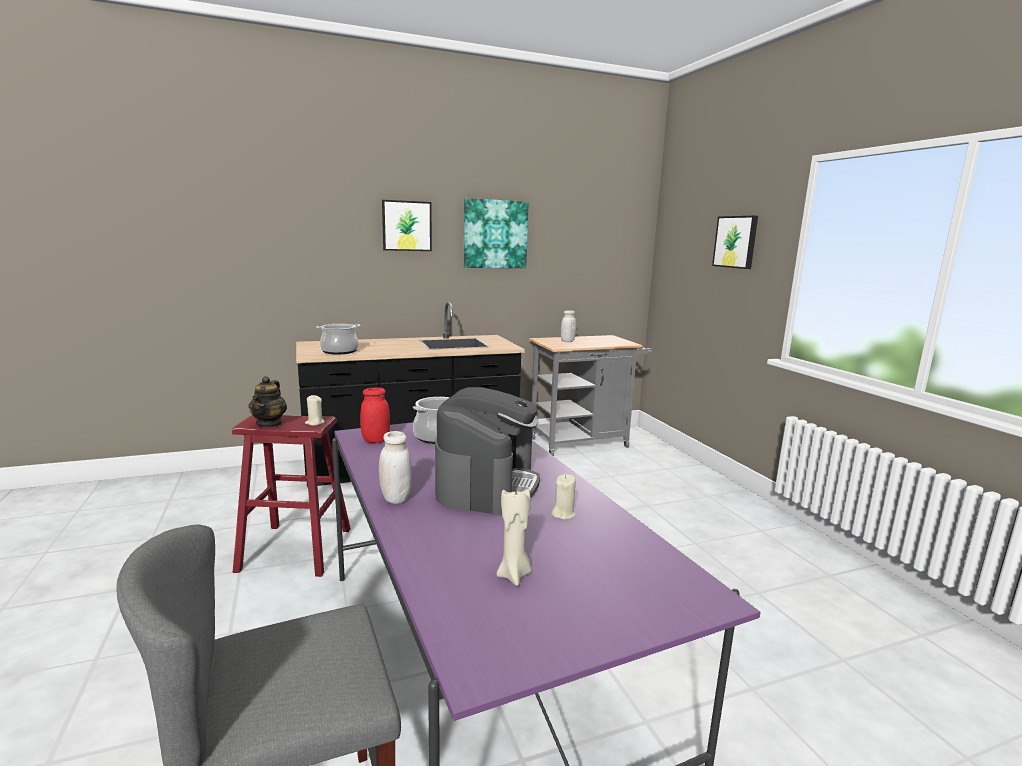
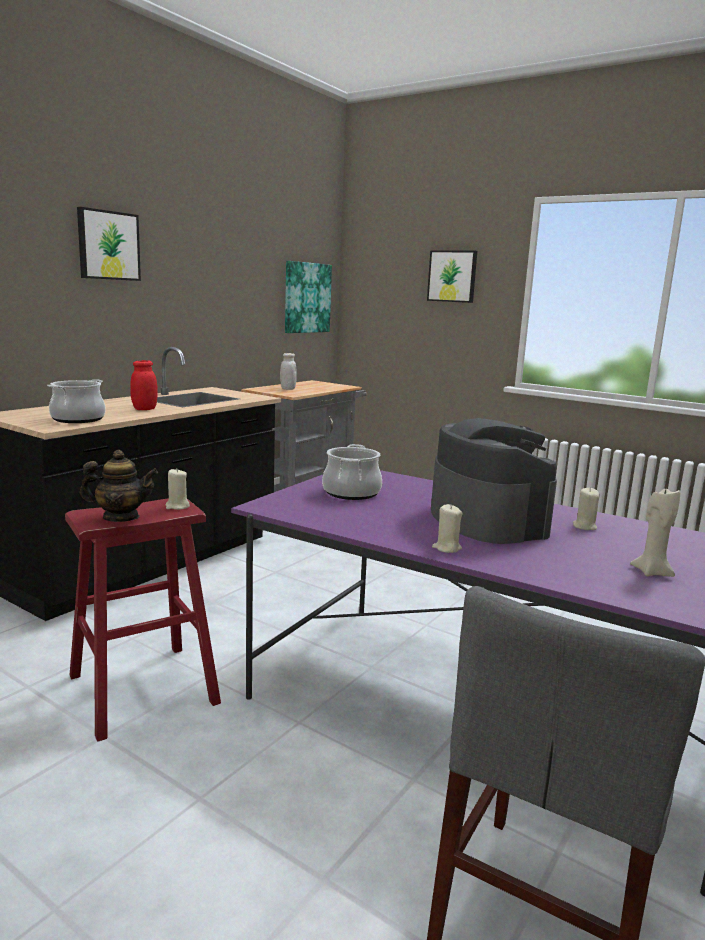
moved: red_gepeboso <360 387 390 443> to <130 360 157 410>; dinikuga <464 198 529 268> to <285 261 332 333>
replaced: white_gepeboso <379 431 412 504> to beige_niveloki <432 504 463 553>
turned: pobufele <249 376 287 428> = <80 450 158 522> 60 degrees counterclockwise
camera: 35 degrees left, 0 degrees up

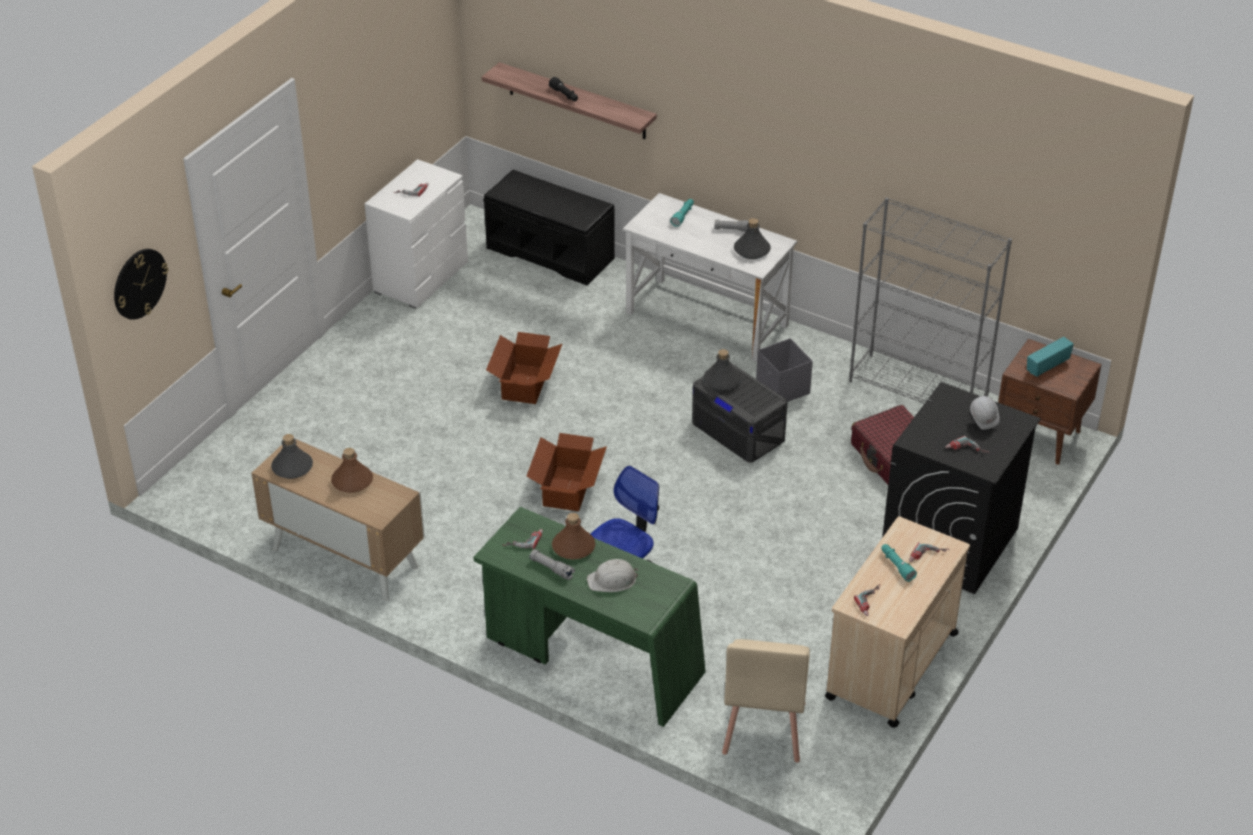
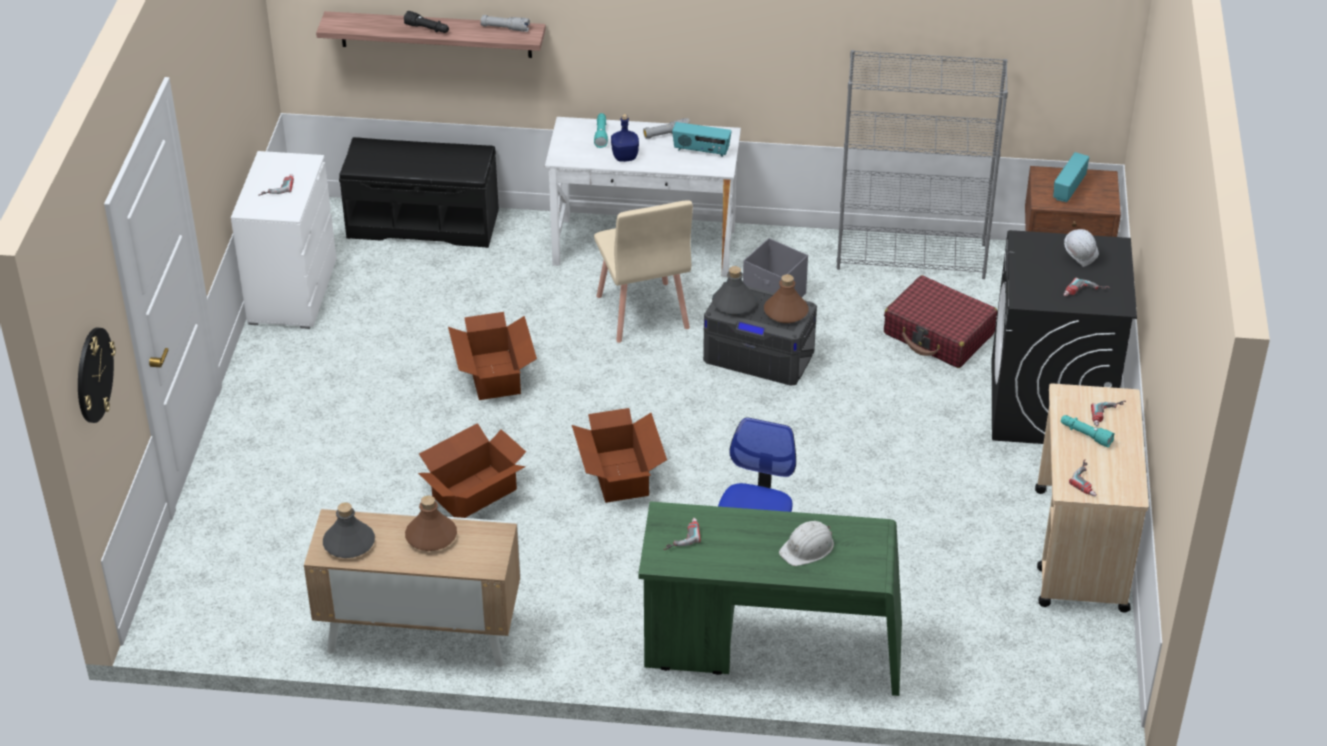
added: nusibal <418 423 526 518>; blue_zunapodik <611 114 639 162>
moved: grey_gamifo <530 549 575 580> to <481 15 530 32>; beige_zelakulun <722 639 810 763> to <594 200 693 343>; brown_zunapodik <552 513 595 559> to <764 274 808 323>
replaced: grey_zunapodik <734 218 771 259> to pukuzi <672 122 732 157>
camera: 25 degrees left, 0 degrees up

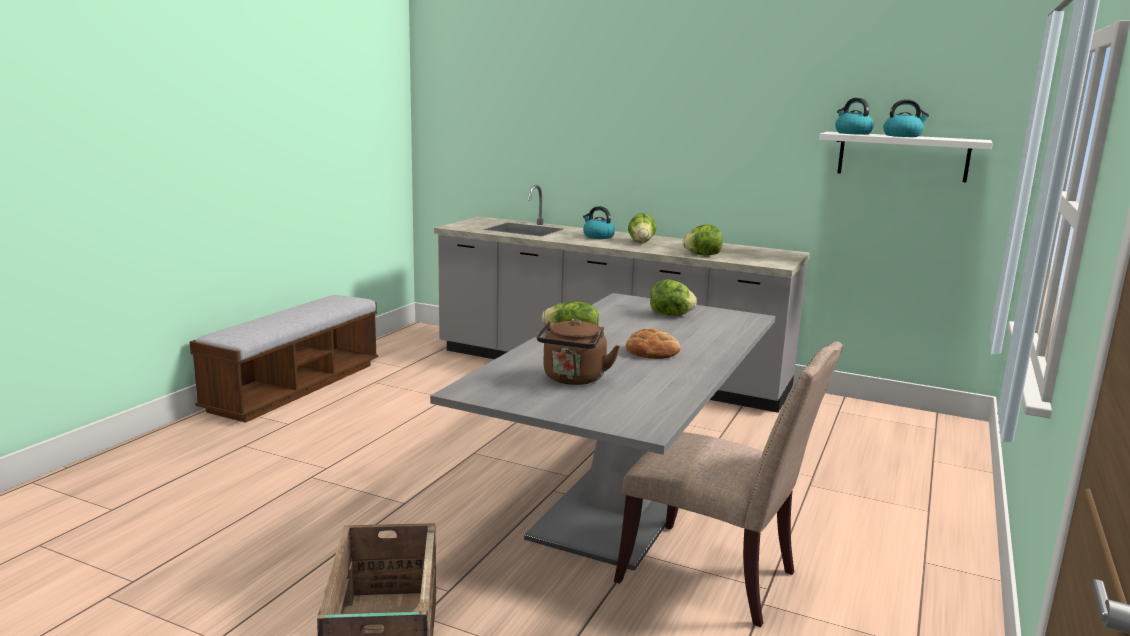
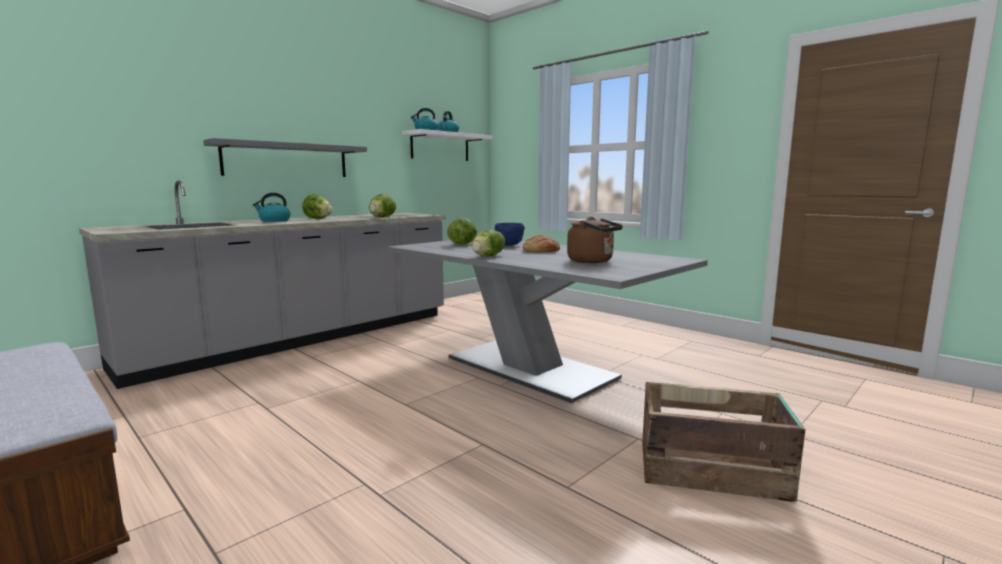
removed: beige_zelakulun <614 342 843 627>
added: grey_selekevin <203 138 367 177>; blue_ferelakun <495 223 525 246>
camera: 70 degrees left, 5 degrees down

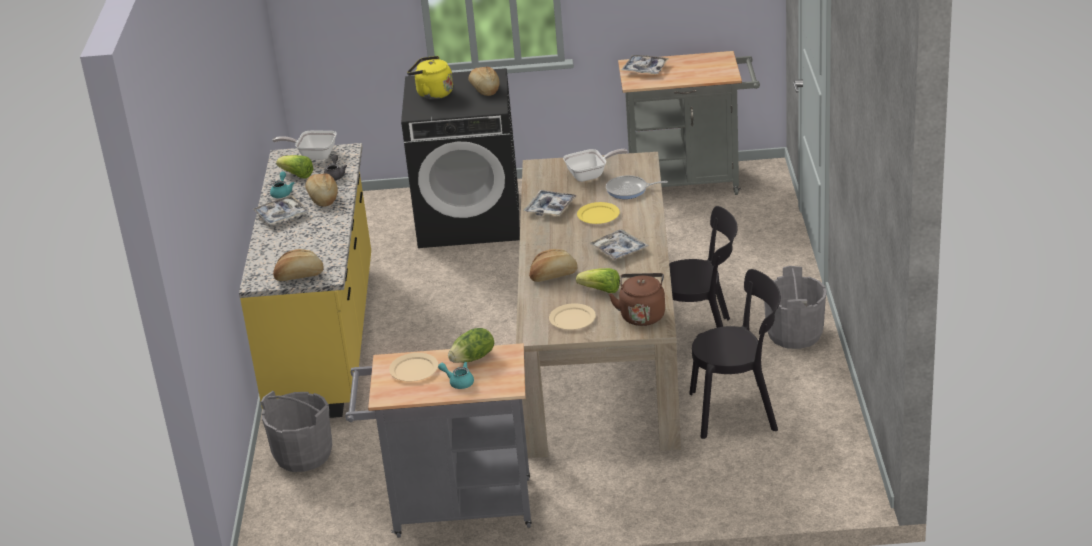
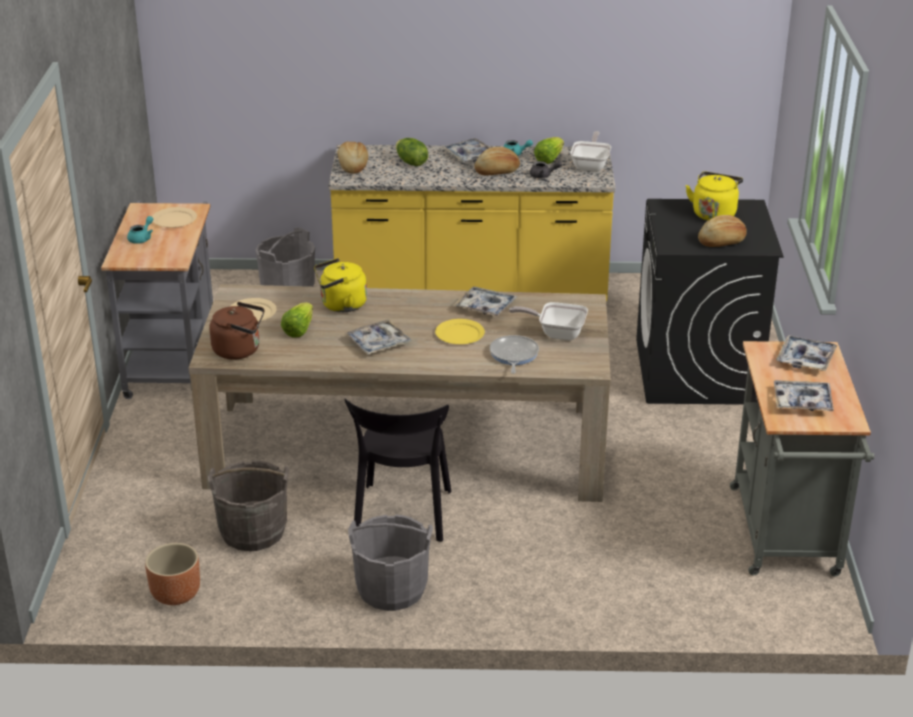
added: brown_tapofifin <145 543 200 605>; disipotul <774 380 834 412>
moved: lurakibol <448 328 494 363> to <396 138 428 166>
replaced: black_zelakulun <689 269 781 439> to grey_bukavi <208 460 289 551>; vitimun <529 249 578 282> to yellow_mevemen <314 258 367 312>
turned: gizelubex <563 149 628 182> = <509 302 588 340> 120 degrees clockwise
camera: 90 degrees right, 0 degrees up

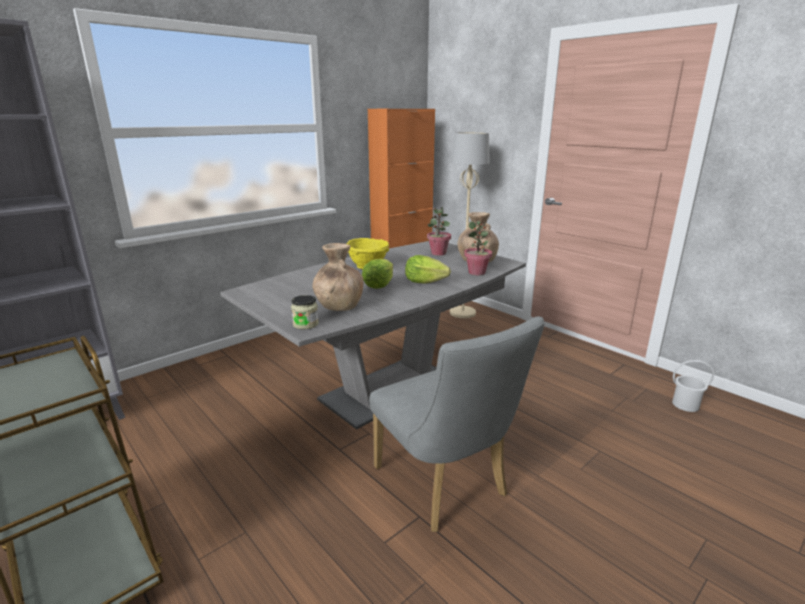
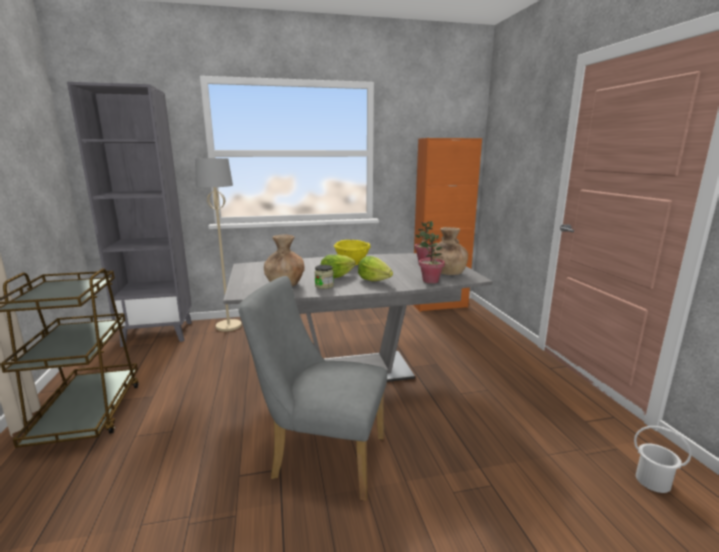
moved: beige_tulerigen <450 132 490 318> to <195 158 242 332>; gepeboso <291 295 319 329> to <314 265 334 289>
turned: grey_zelakulun <369 316 545 532> = <239 276 387 501> 105 degrees clockwise
camera: 30 degrees right, 5 degrees down

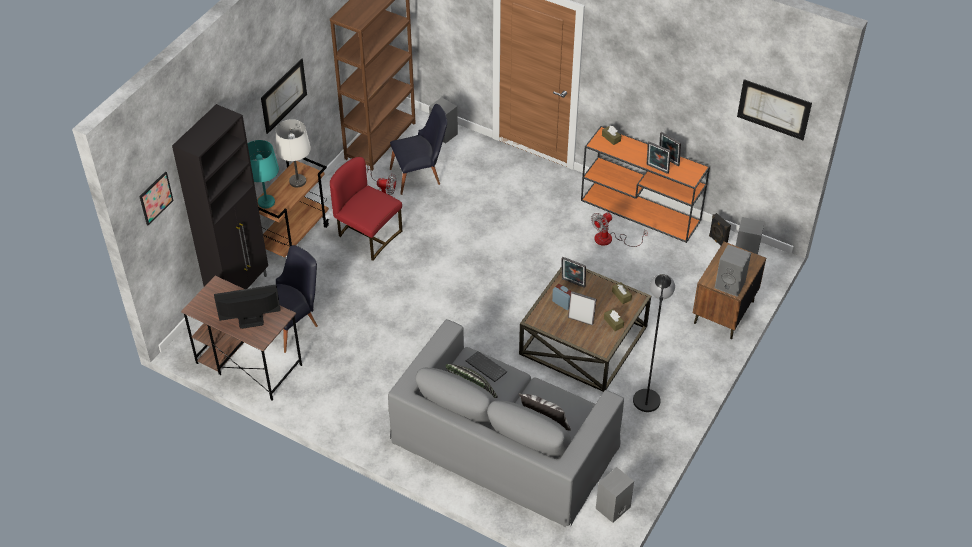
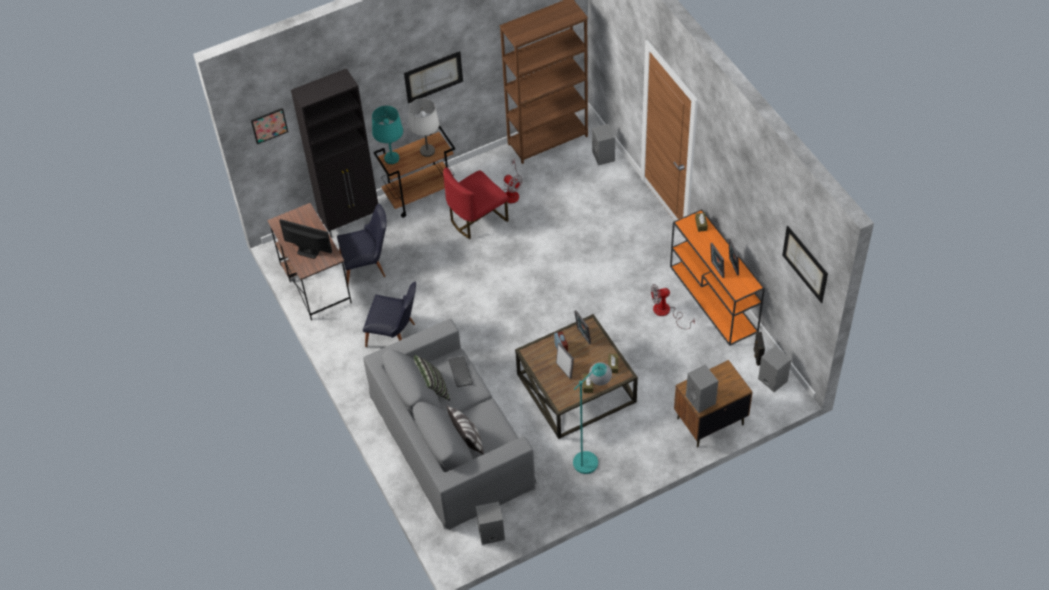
moved: black_zelakulun <390 104 447 195> to <363 282 416 347>
recoloured: black_tulerigen <633 274 675 412> to turquoise_tulerigen <573 362 612 474>
turned: red_zelakulun <330 157 402 261> = <443 167 509 239> 105 degrees counterclockwise
camera: 35 degrees right, 5 degrees up

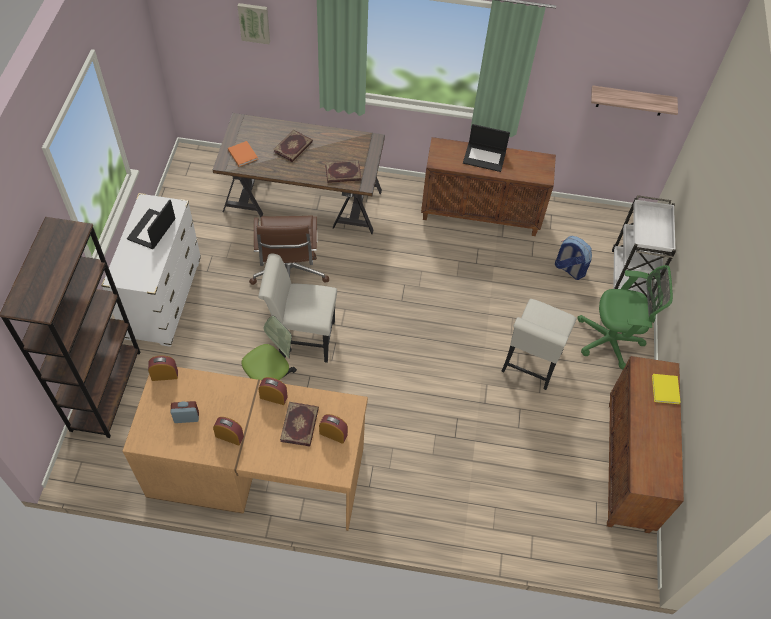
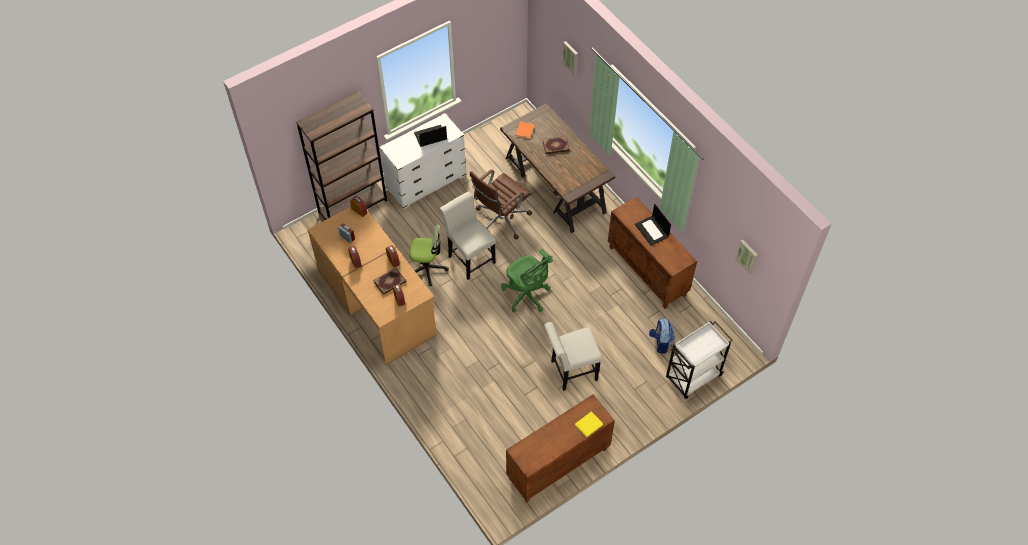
removed: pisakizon <325 160 361 183>
moved: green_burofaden <577 265 673 370> to <501 249 553 313>
replaced: selekevin <591 85 678 116> to dinikuga <735 240 758 275>
camera: 50 degrees right, 0 degrees up

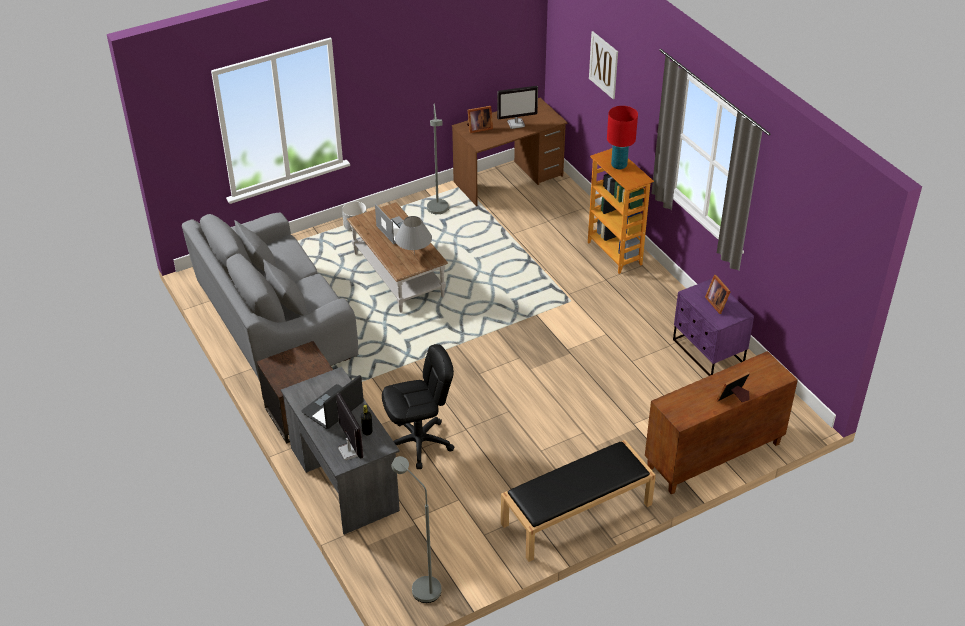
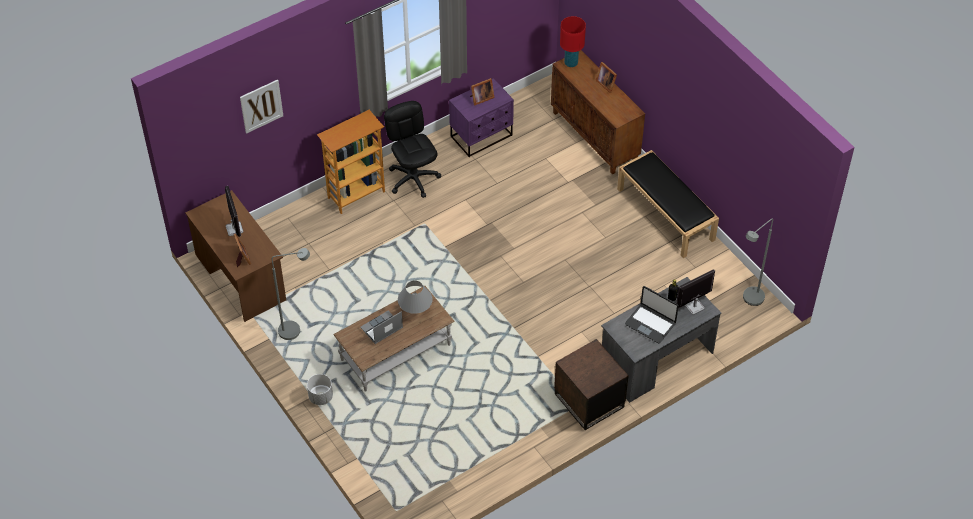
removed: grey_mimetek <182 212 358 381>
moved: black_burofaden <382 344 454 469> to <384 101 441 198>; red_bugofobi <607 106 638 169> to <560 16 586 67>
camera: 95 degrees left, 10 degrees up

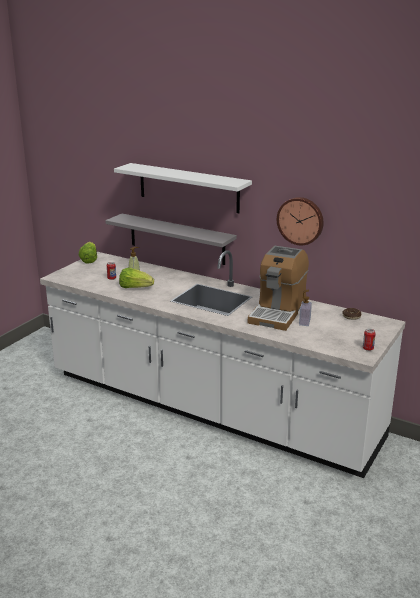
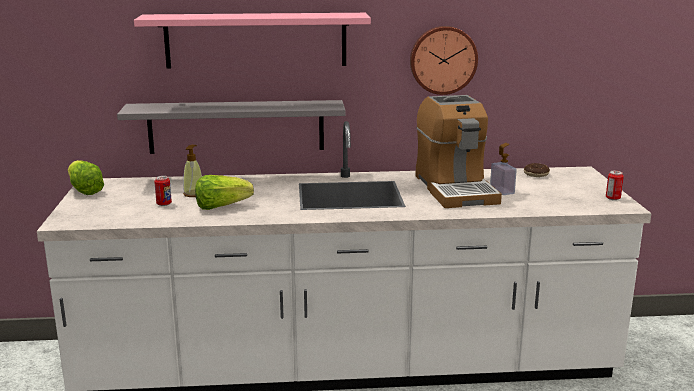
recoloured: white_selekevin <114 163 252 213> to pink_selekevin <134 13 371 68>
camera: 35 degrees left, 5 degrees down

